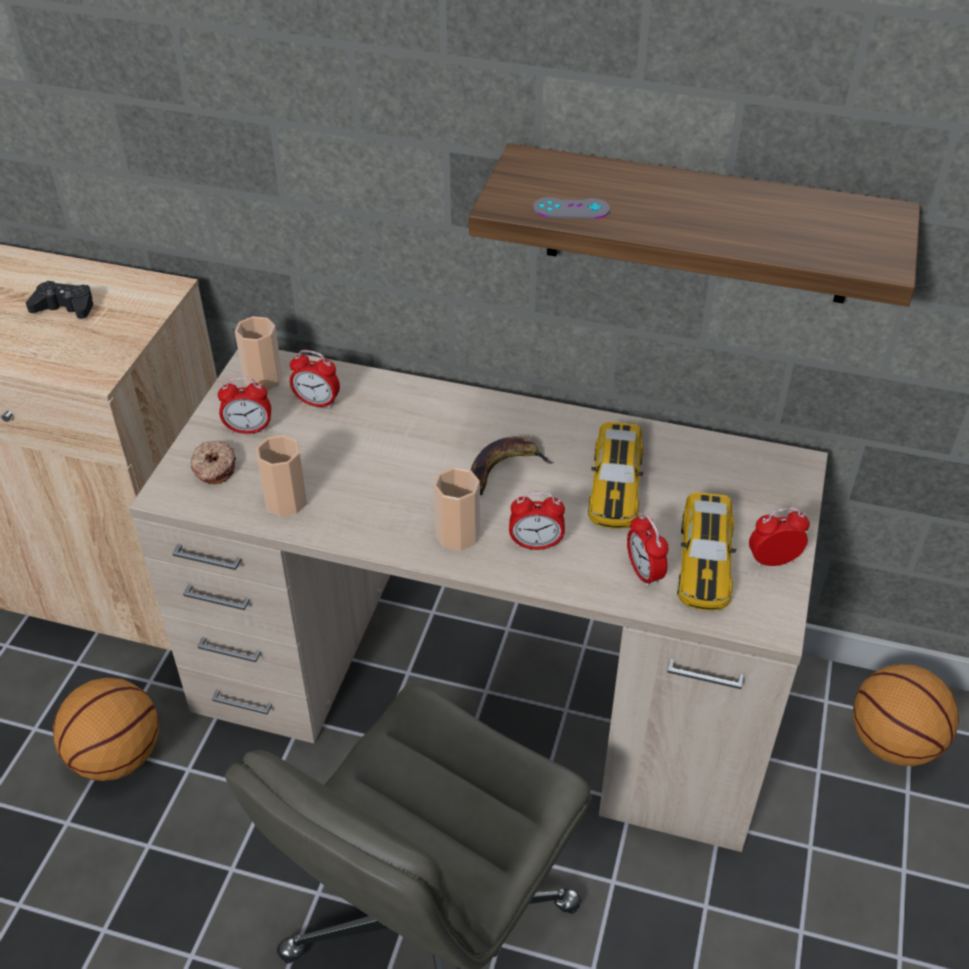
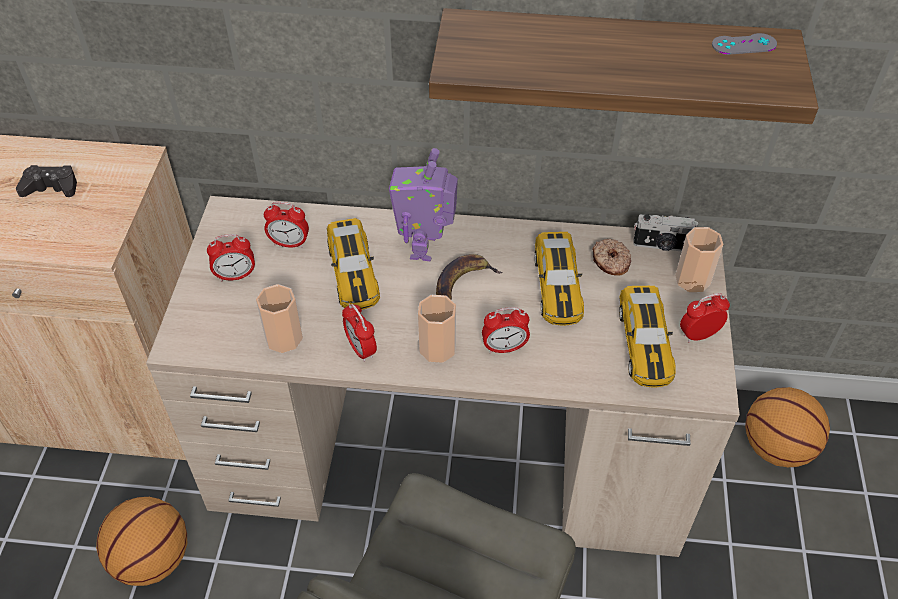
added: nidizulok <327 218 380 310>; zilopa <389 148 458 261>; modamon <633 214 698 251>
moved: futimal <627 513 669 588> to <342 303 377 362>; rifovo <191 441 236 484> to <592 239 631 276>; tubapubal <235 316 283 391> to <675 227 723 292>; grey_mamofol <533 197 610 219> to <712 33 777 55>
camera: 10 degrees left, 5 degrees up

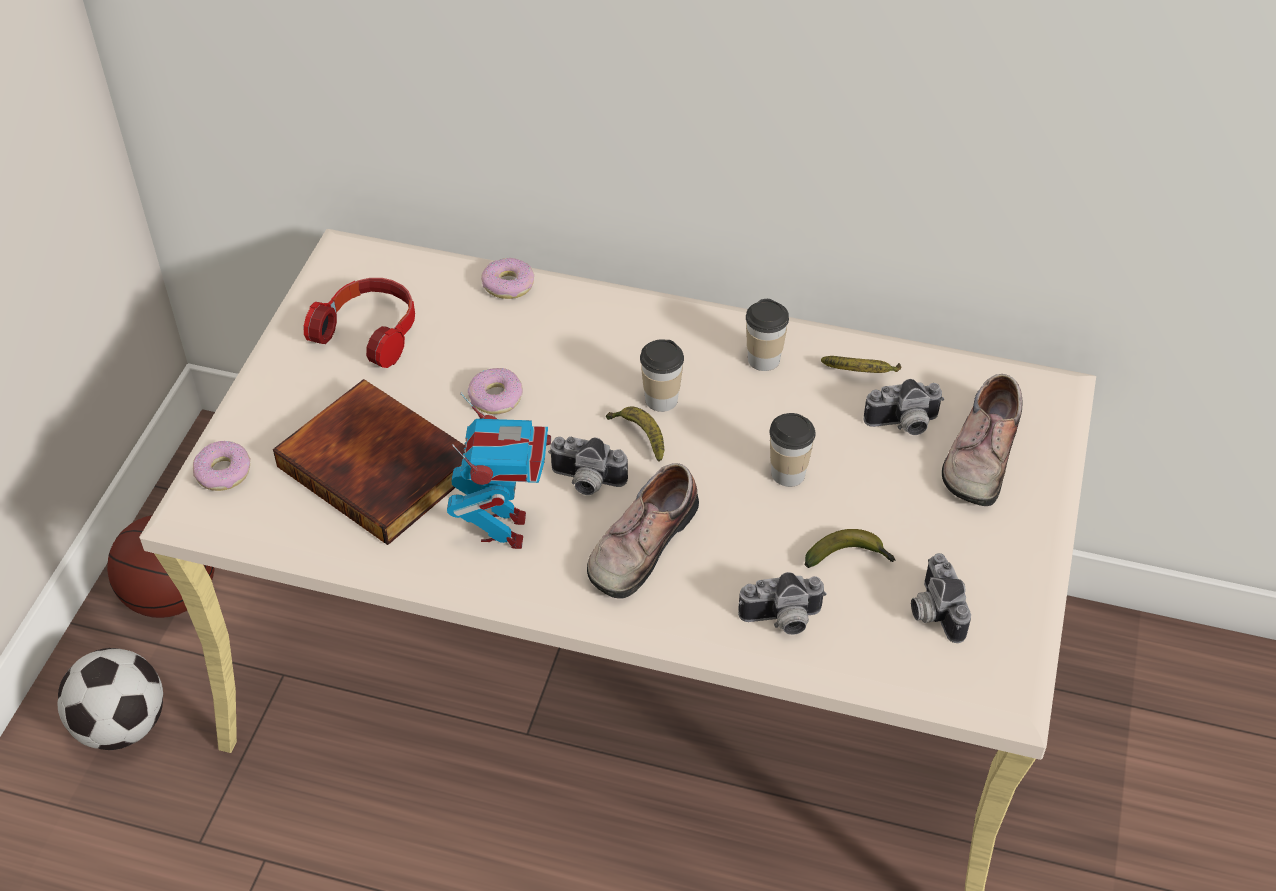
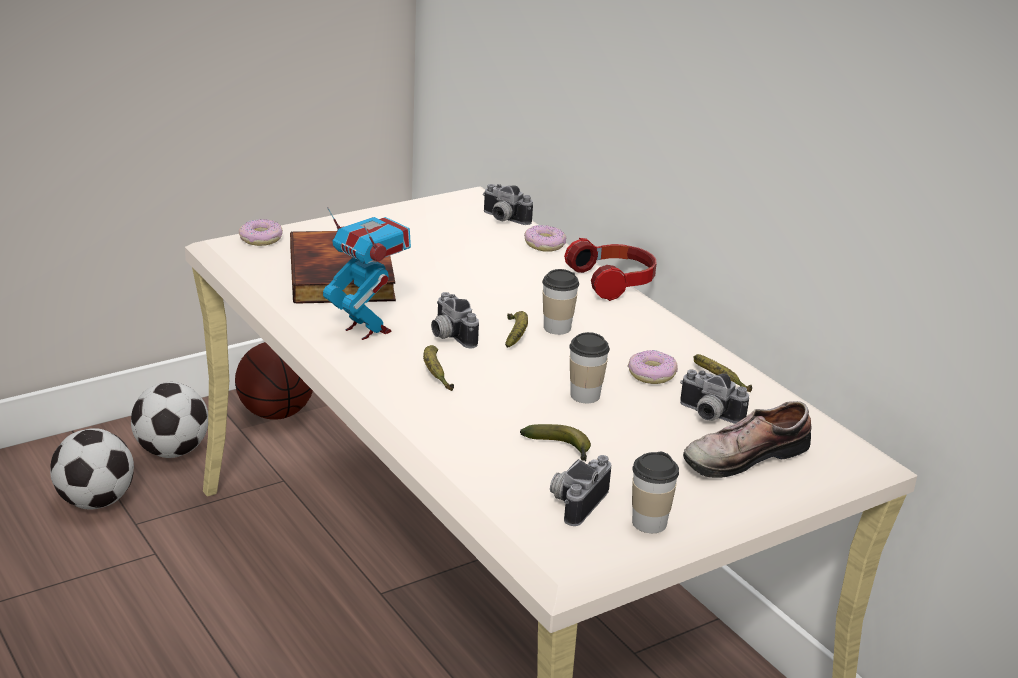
added: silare <50 428 134 510>
moved: modamon <738 572 826 635> to <483 184 533 225>; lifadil <304 278 415 368> to <564 238 657 301>; rifovo <468 368 523 414> to <628 350 678 384>; tubapubal <746 299 789 371> to <632 452 679 533>
replaced: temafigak <587 463 699 599> to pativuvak <423 345 454 391>
turned: zilopa <447 393 551 549> = <323 207 411 340> 90 degrees counterclockwise
camera: 40 degrees right, 20 degrees down

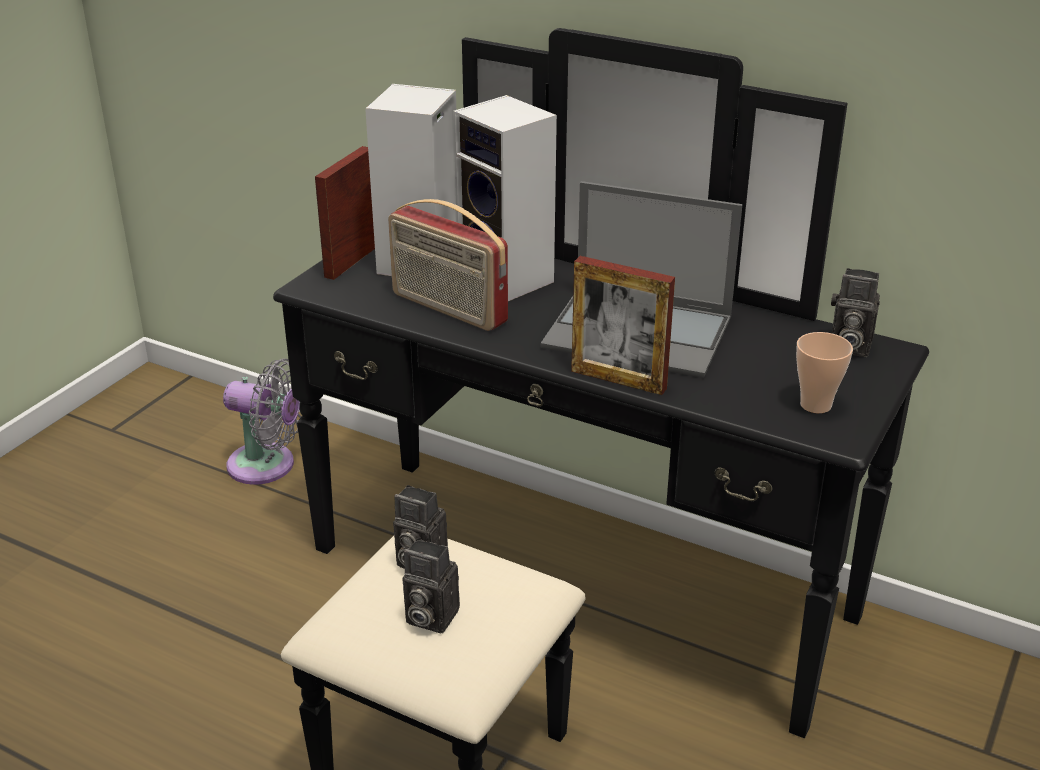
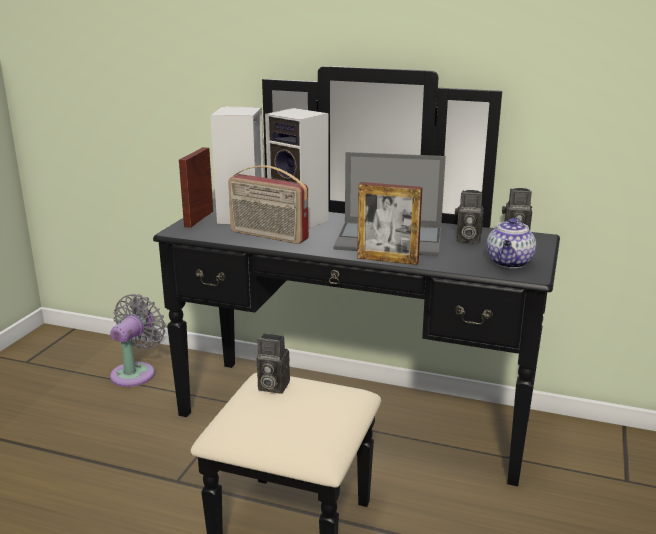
moved: modamon <403 538 460 634> to <455 190 484 244>
replaced: tubapubal <796 332 853 413> to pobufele <487 218 536 268>
turned: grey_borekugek <223 359 301 485> = <110 294 166 387> 75 degrees counterclockwise
camera: 10 degrees left, 10 degrees down

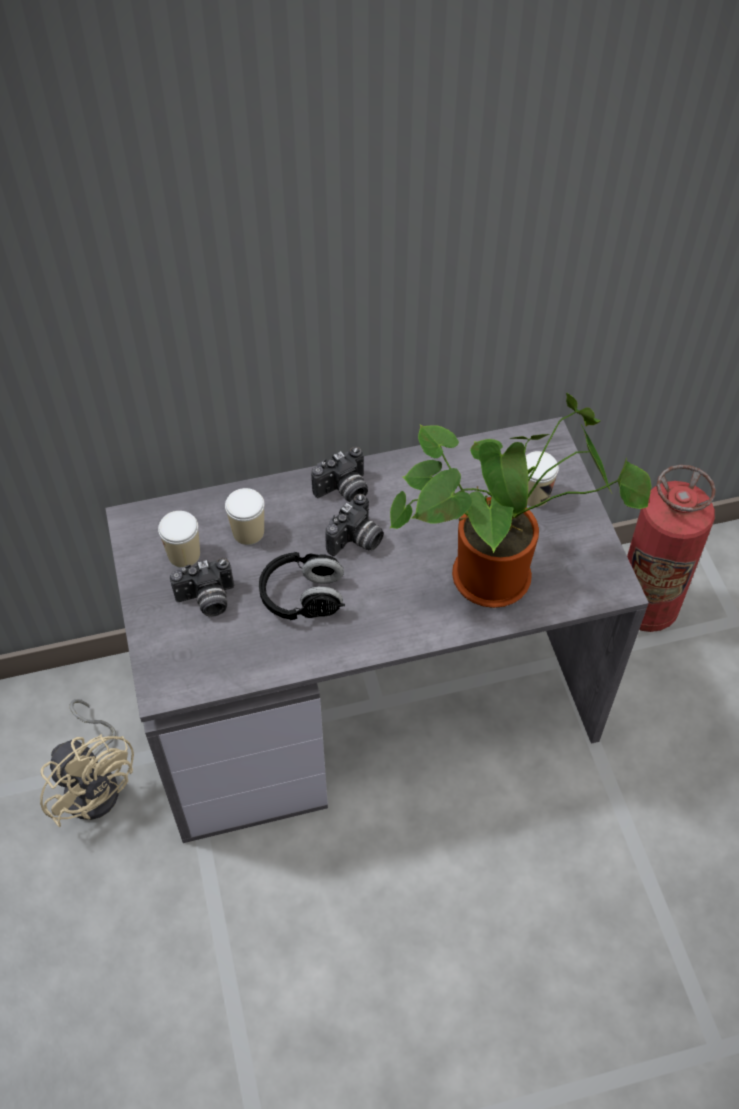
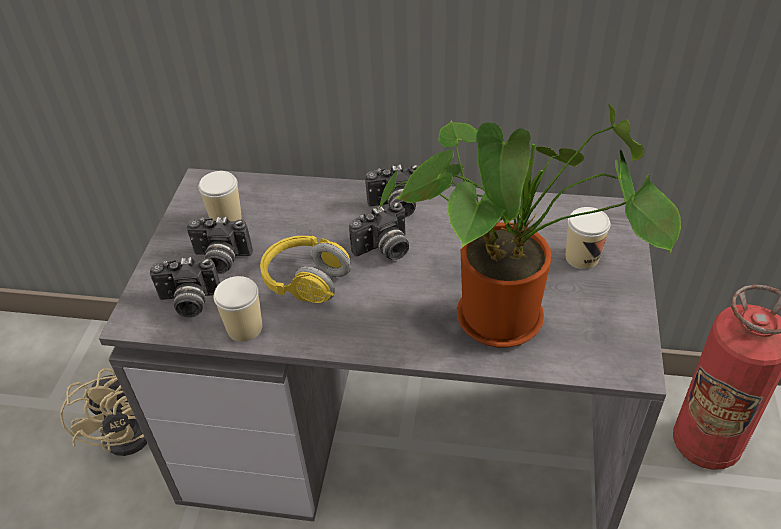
added: modamon <150 257 220 317>
moved: tubapubal <225 488 264 545> to <213 276 262 342>
recoloured: black_lifadil <259 552 345 620> to yellow_lifadil <260 236 351 303>
camera: 25 degrees right, 10 degrees down

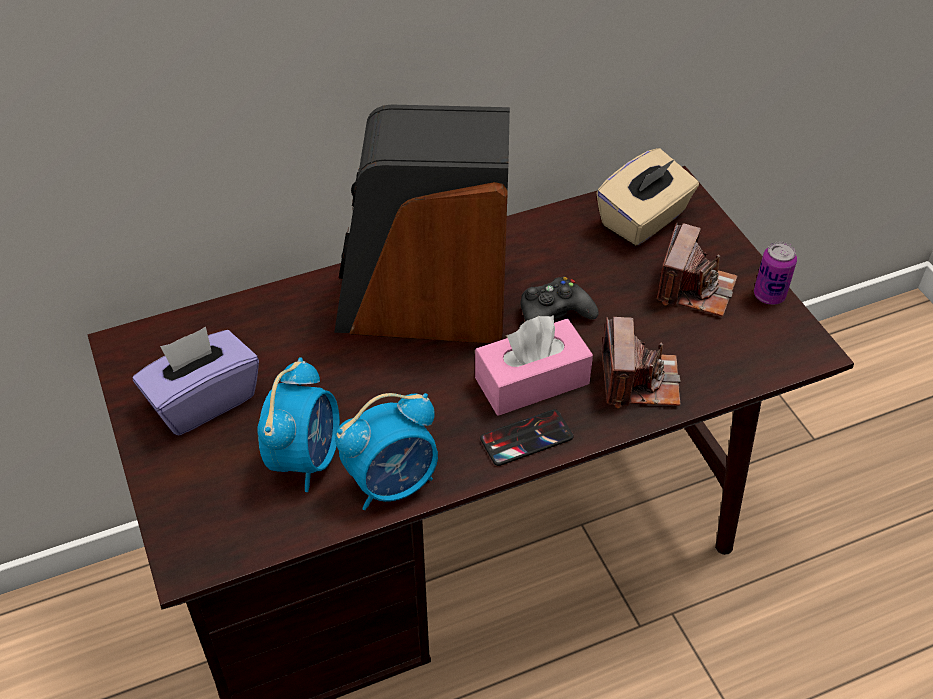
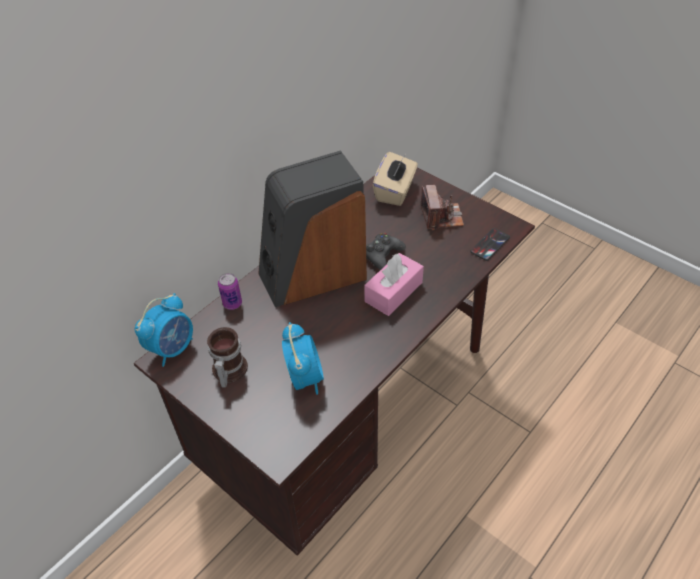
removed: modamon <601 317 681 409>
moved: futimal <335 393 438 510> to <135 293 193 367>; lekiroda <754 242 797 305> to <218 273 242 310>; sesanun <480 409 573 466> to <471 228 510 261>
replaced: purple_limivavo <133 327 259 435> to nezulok <207 327 248 388>
camera: 25 degrees left, 0 degrees up

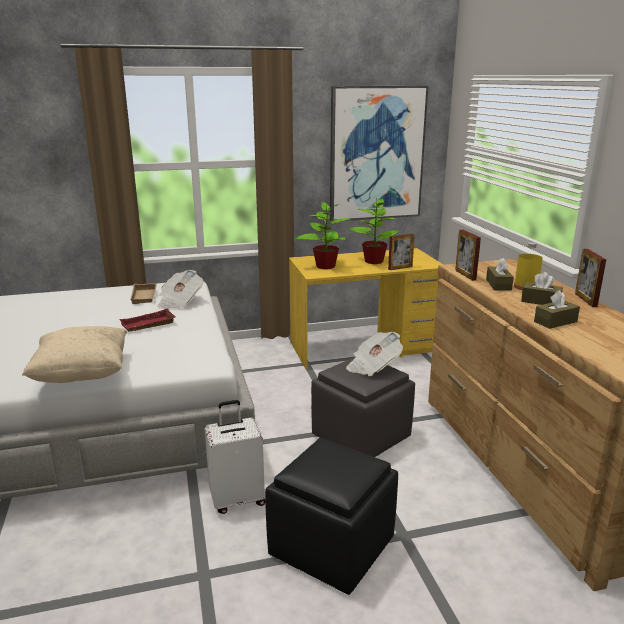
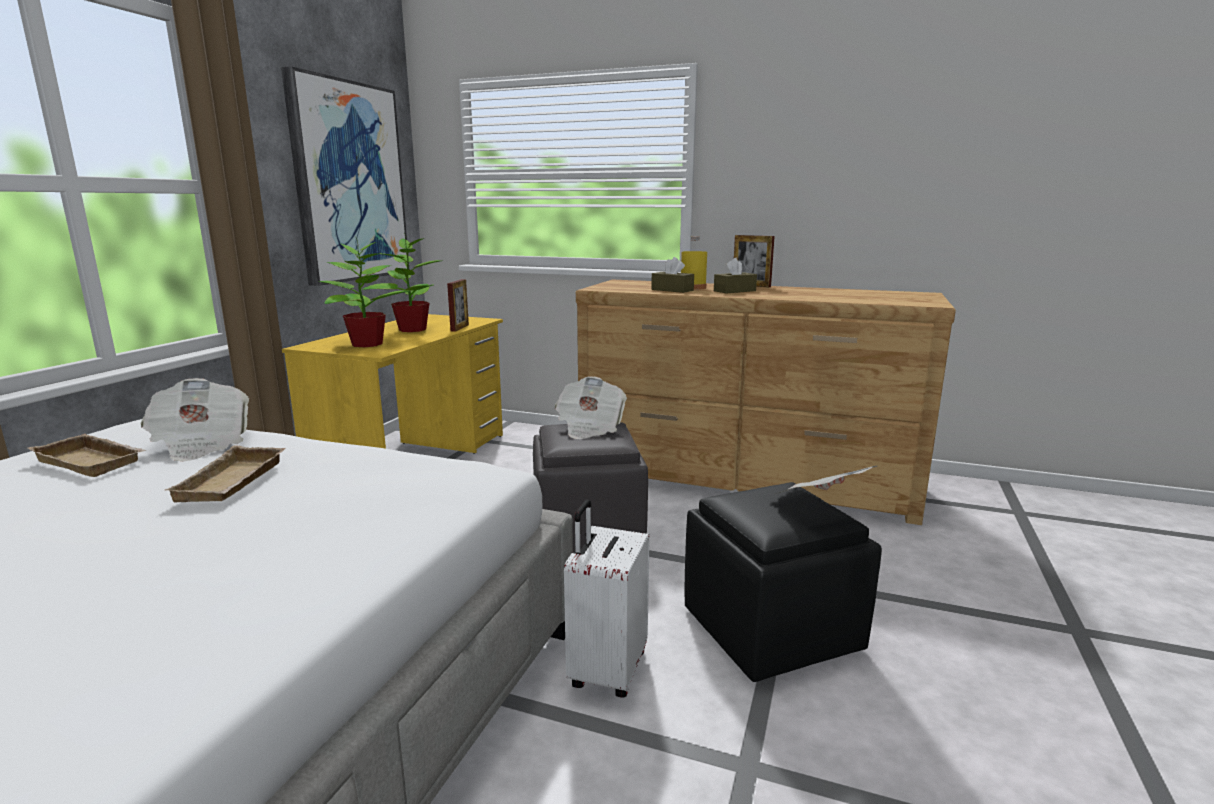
removed: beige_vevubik <22 326 127 383>; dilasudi <455 230 481 281>; brown_limivavo <534 290 580 329>
added: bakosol <771 466 877 495>
recoloured: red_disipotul <119 309 175 331> to beige_disipotul <165 445 285 502>
camera: 55 degrees left, 5 degrees down

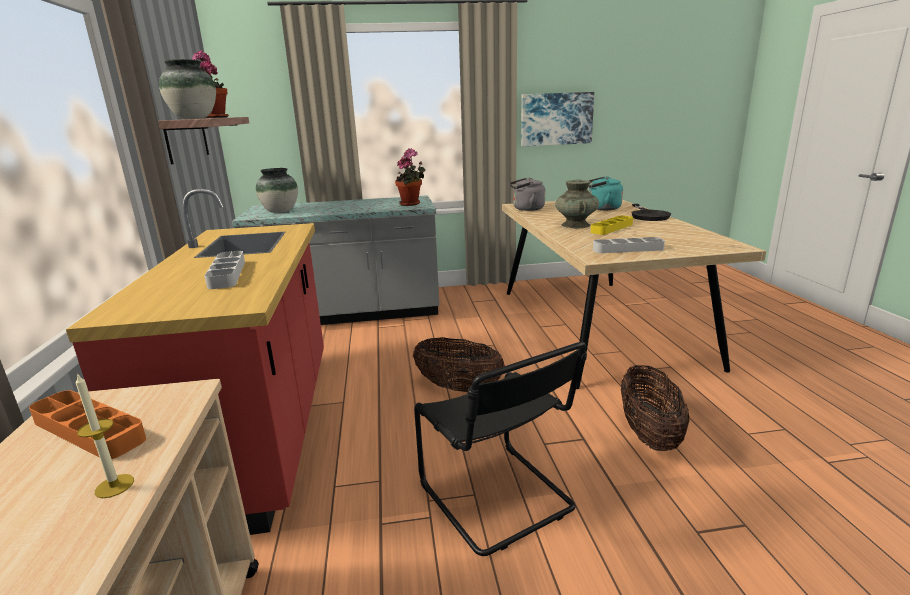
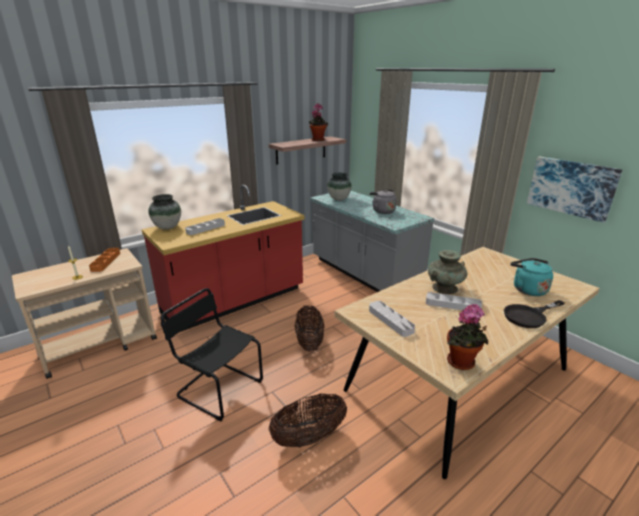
moved: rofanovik <159 59 216 119> to <148 194 181 230>; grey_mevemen <509 177 545 211> to <369 190 397 214>; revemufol <395 148 425 206> to <447 304 488 370>
recoloured: yellow_disipotul <591 216 633 235> to grey_disipotul <426 292 482 310>
turned: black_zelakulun <414 342 587 556> = <161 288 263 422> 90 degrees clockwise
camera: 60 degrees right, 5 degrees up

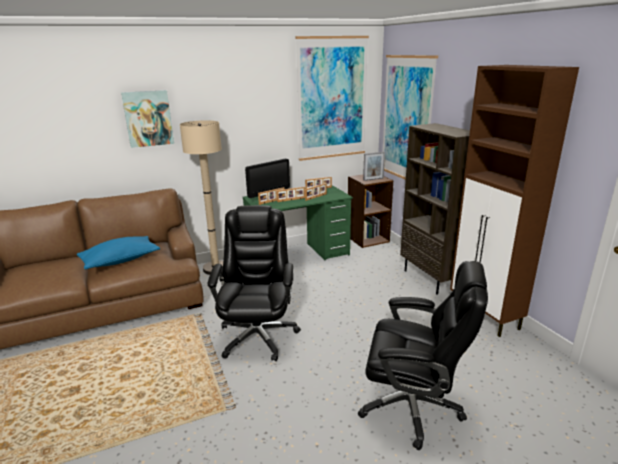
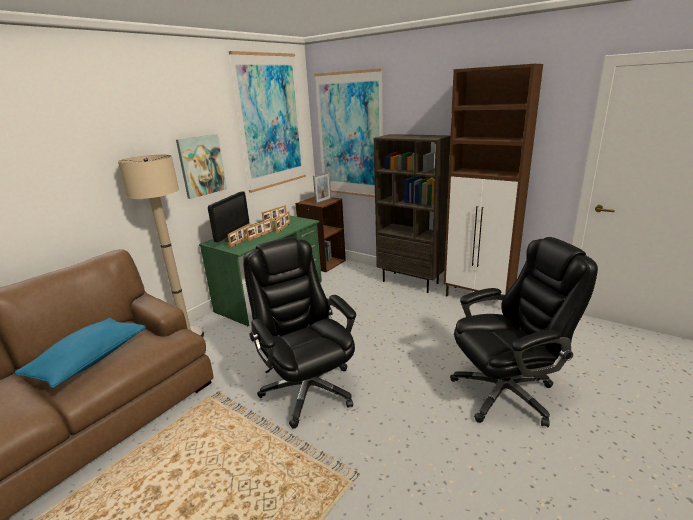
moved: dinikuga <121 90 174 148> to <176 134 227 199>
camera: 30 degrees left, 0 degrees up

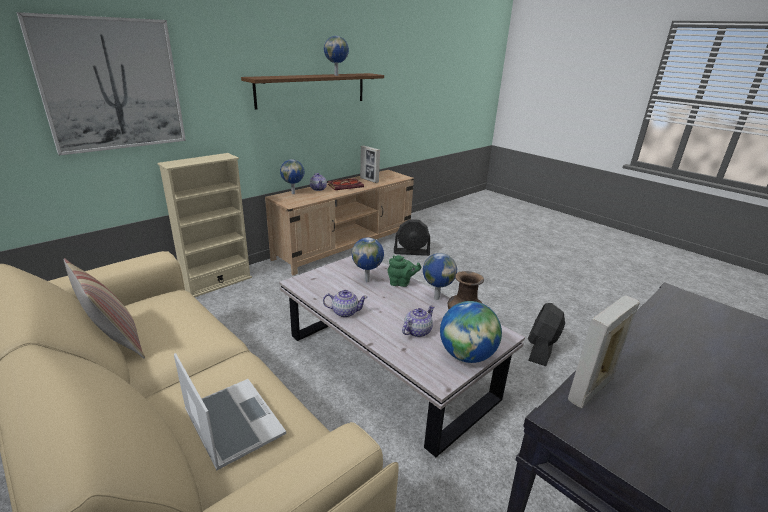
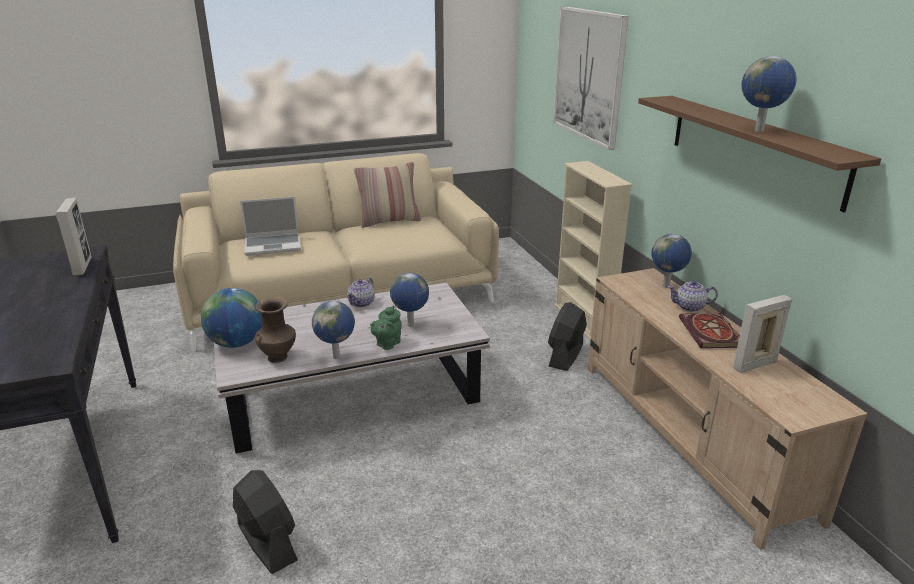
removed: pobufele <402 305 435 337>
moved: black_borekugek <394 219 430 256> to <548 302 587 371>
camera: 115 degrees right, 0 degrees up

